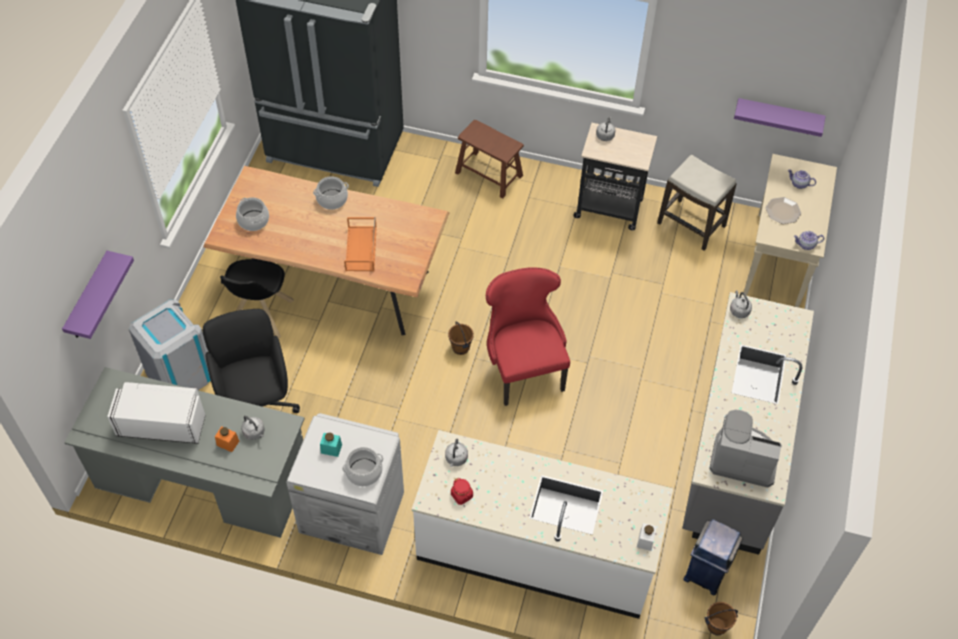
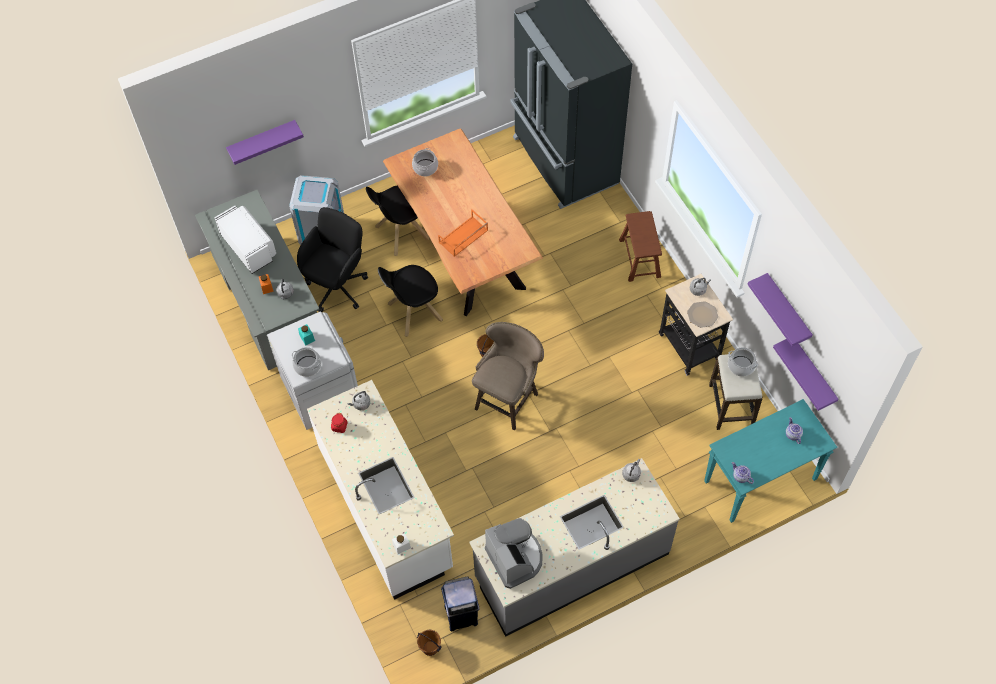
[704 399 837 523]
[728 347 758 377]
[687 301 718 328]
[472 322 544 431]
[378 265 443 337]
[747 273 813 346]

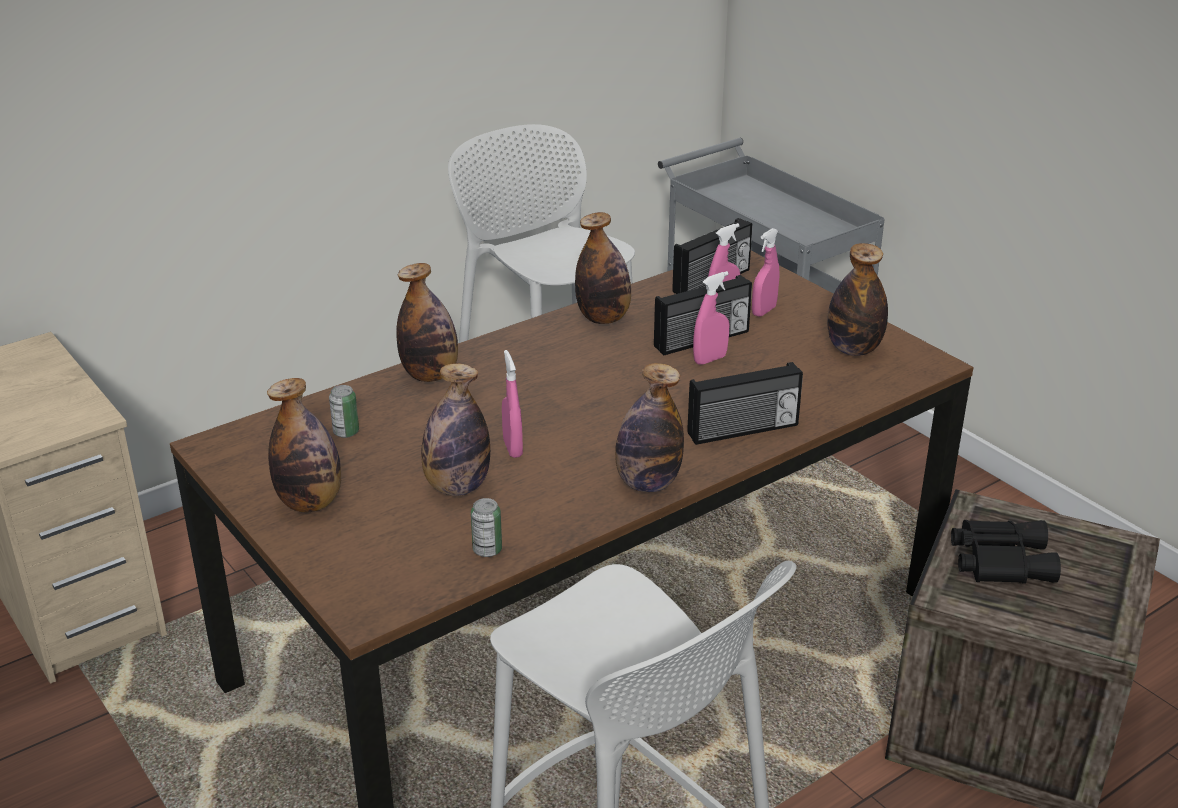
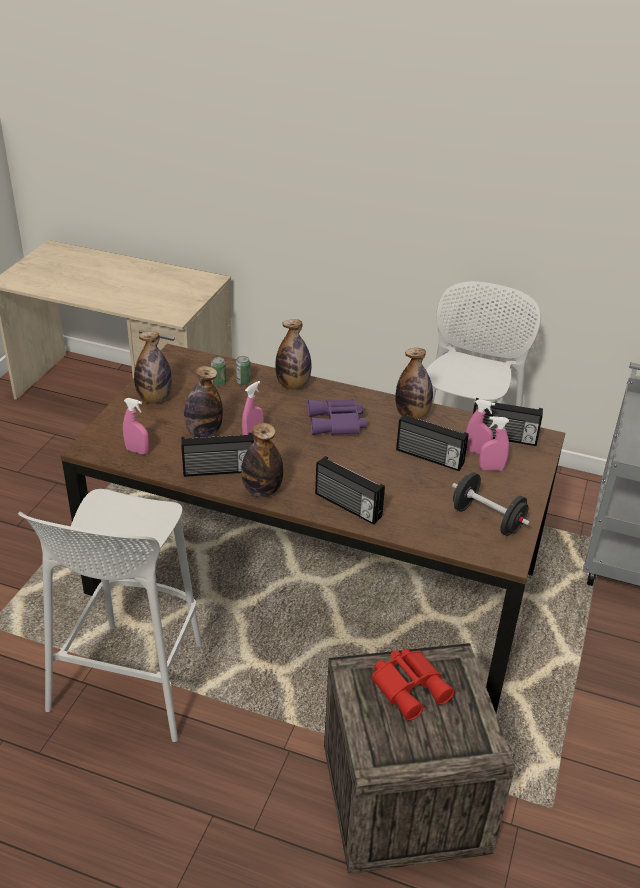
[452 472 530 536]
[123 398 149 454]
[236 356 251 385]
[372 648 455 721]
[308 399 367 435]
[181 433 254 477]

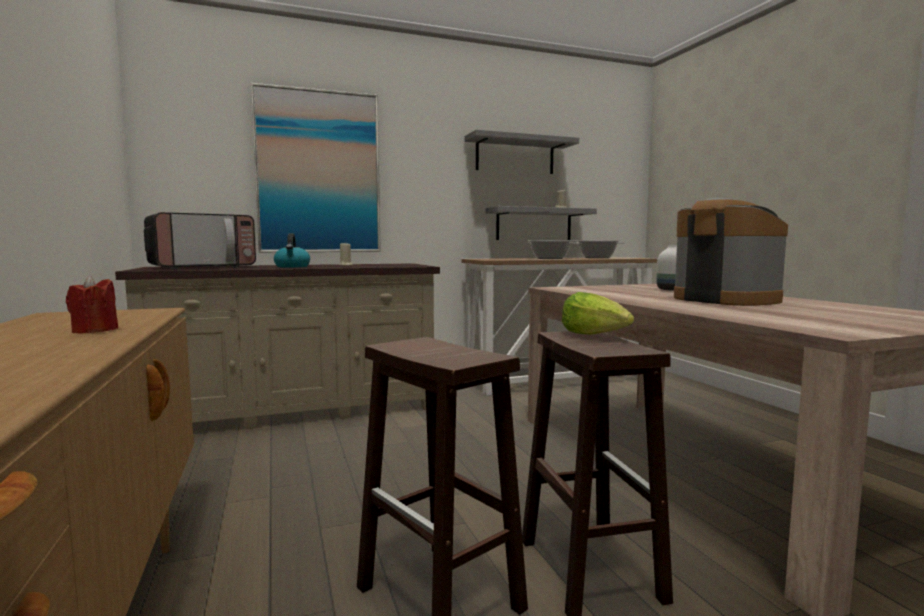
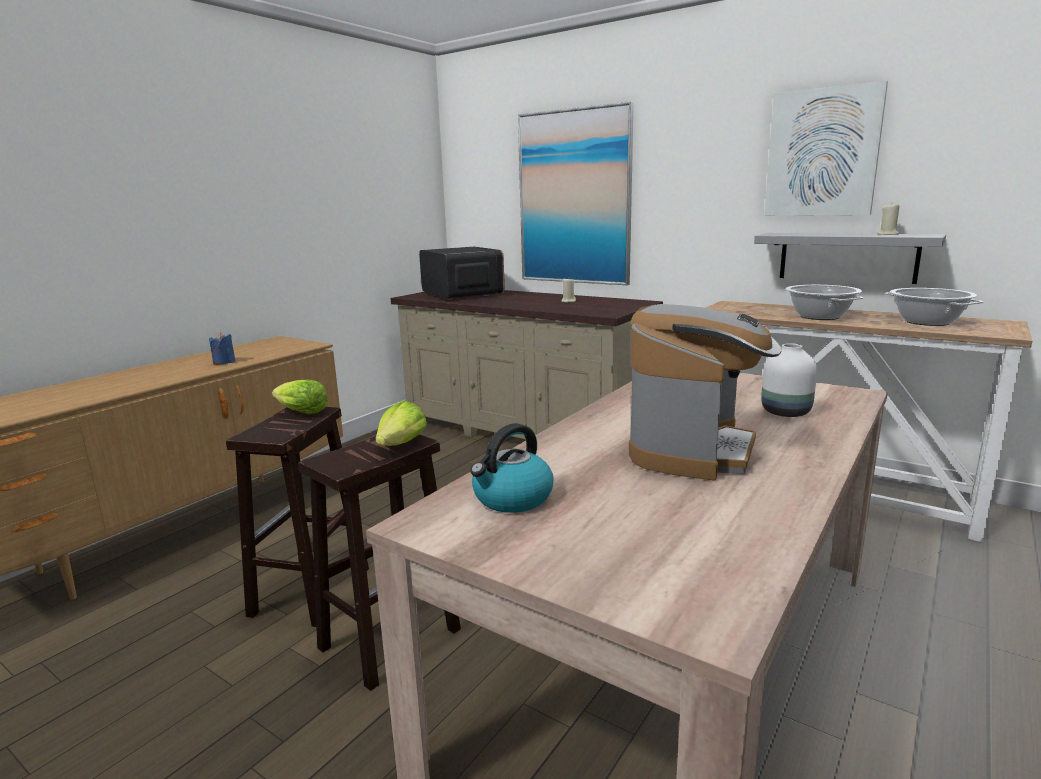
[764 81 888 216]
[419 247 505 300]
[470 423 554 513]
[209 332 235 364]
[272 380 328 414]

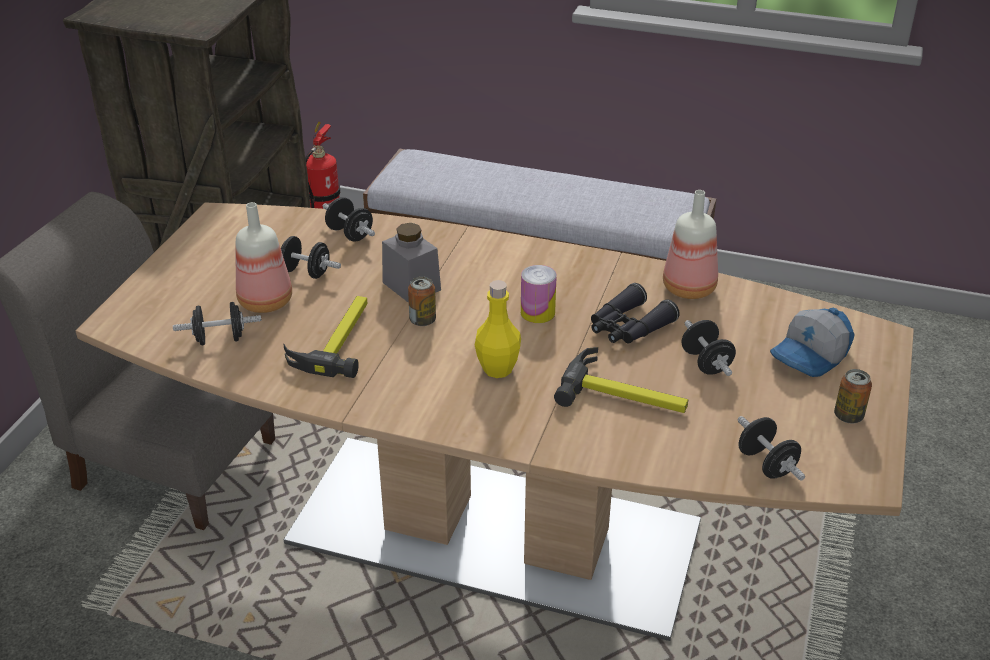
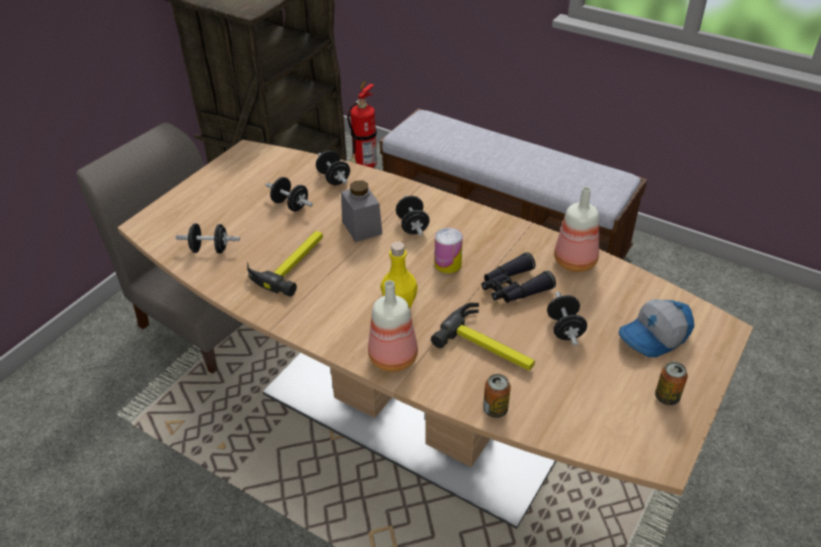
[368 280 418 372]
[483 374 511 418]
[396 195 430 236]

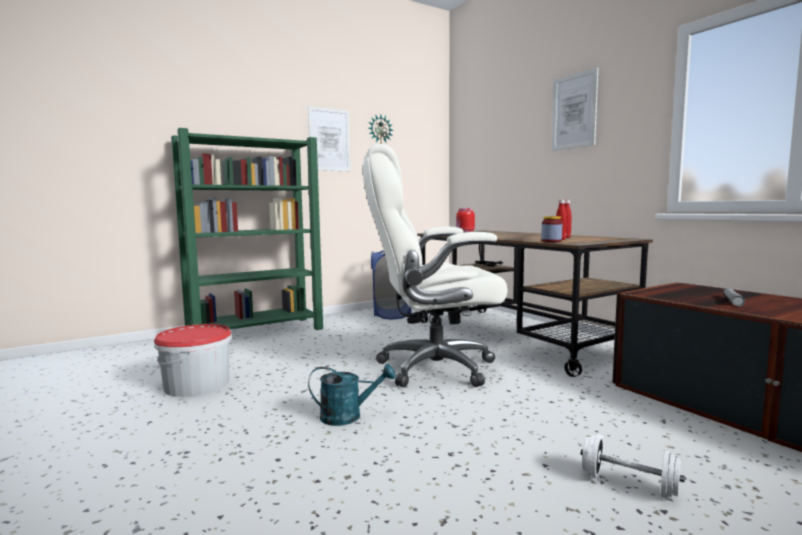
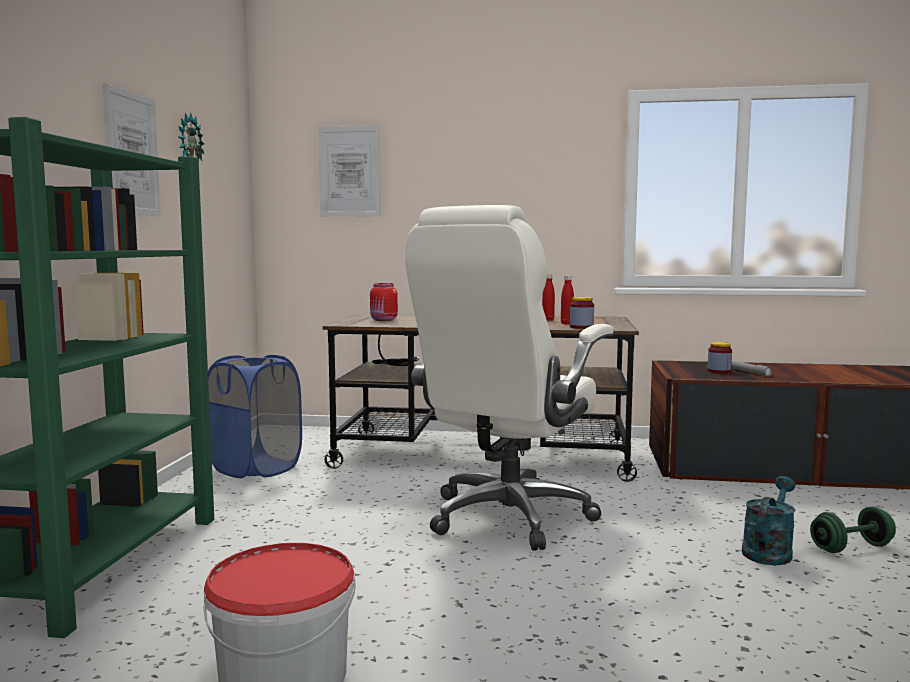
[318 126 381 216]
[742 476 796 565]
[810 507 896 553]
[708 342 732 373]

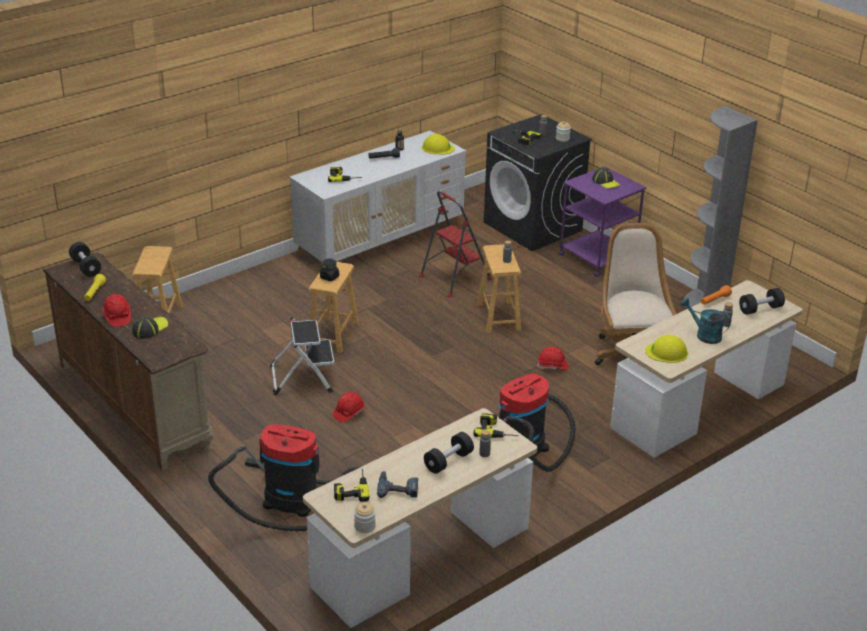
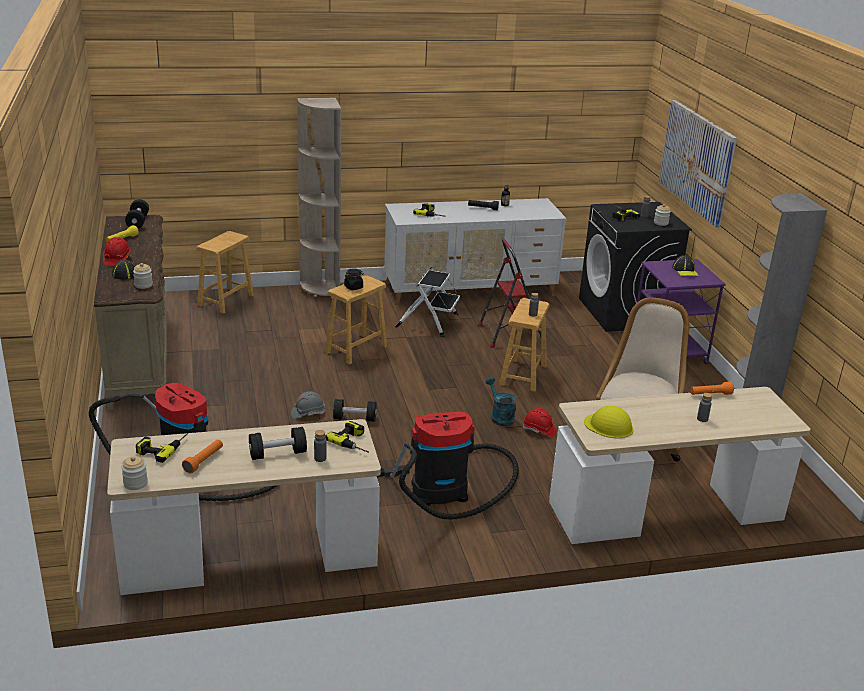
[422 134 455 154] (first image)
[333 399 377 422]
[486 377 517 426]
[395 267 460 337]
[291 391 325 419]
[182 440 223 474]
[297 98 341 298]
[659 100 737 227]
[133 263 153 289]

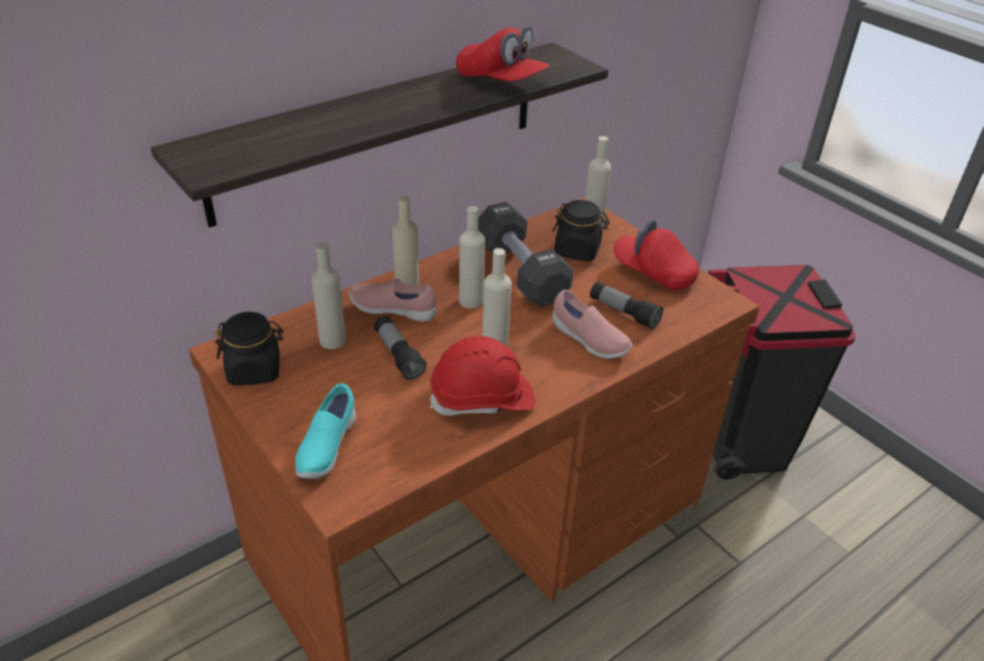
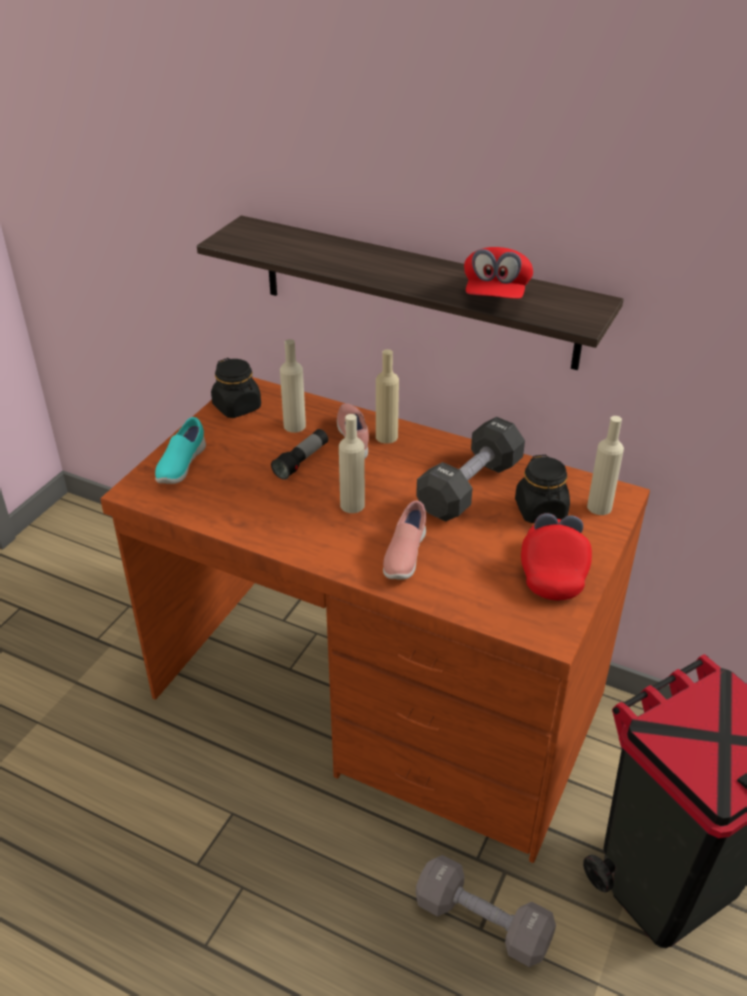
[459 206 485 308] (first image)
[590 282 663 329] (first image)
[430 336 535 416] (first image)
[155 417 206 484]
[416 855 556 967]

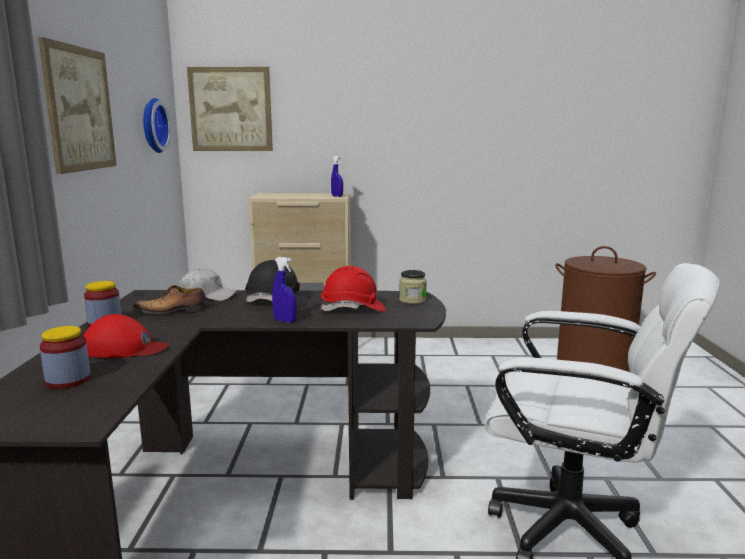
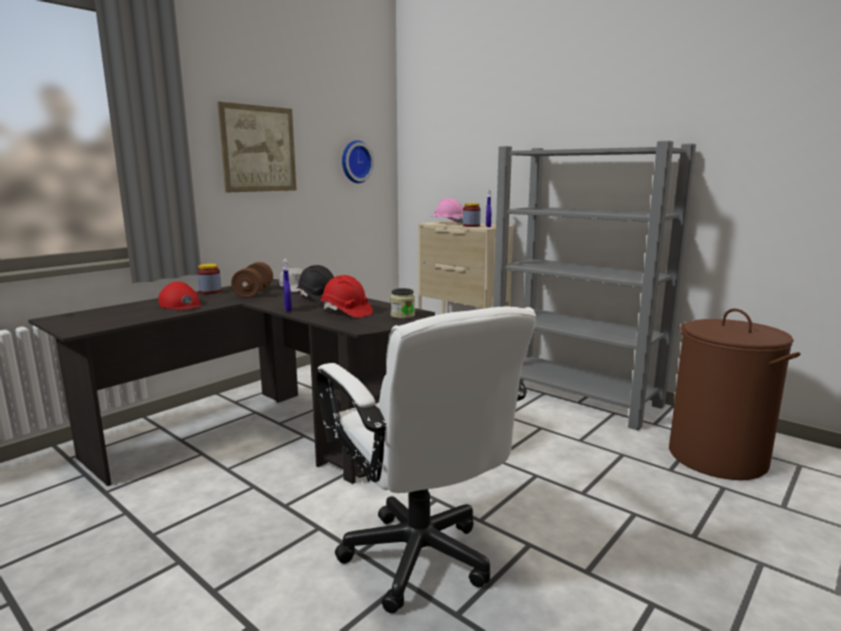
[187 67 273 151] (first image)
[231 262 273 298]
[463 203 481 227]
[493 141 696 430]
[431 198 463 225]

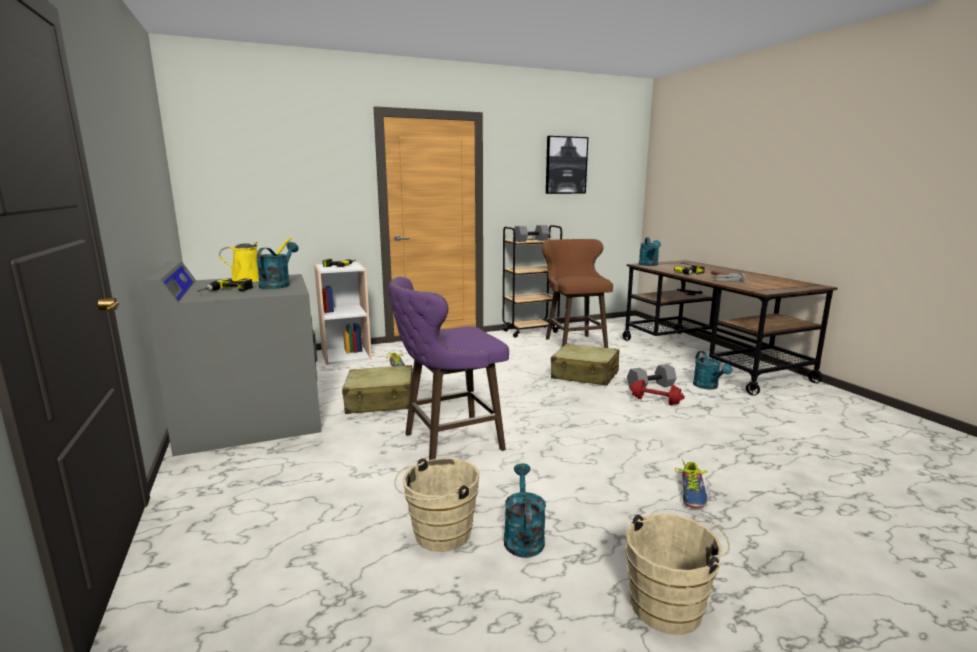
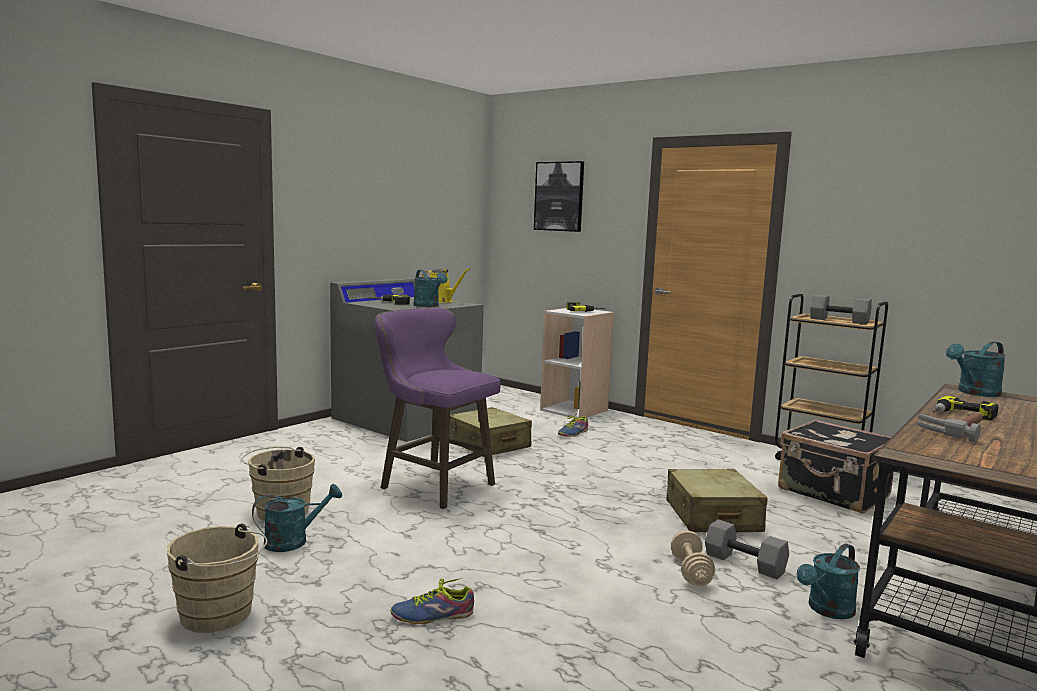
[534 161 584 232]
[778 419 894 514]
[414 270 447 307]
[671 530 715 586]

